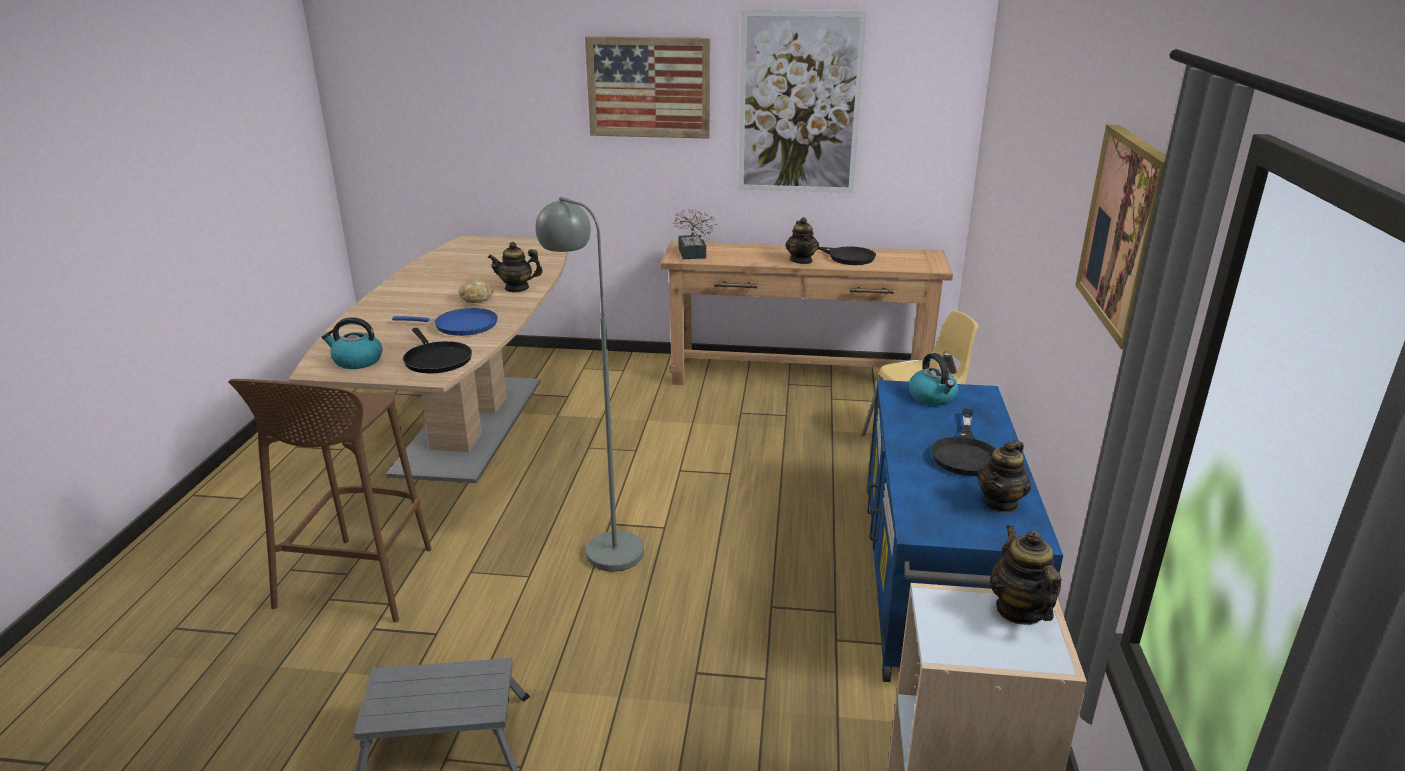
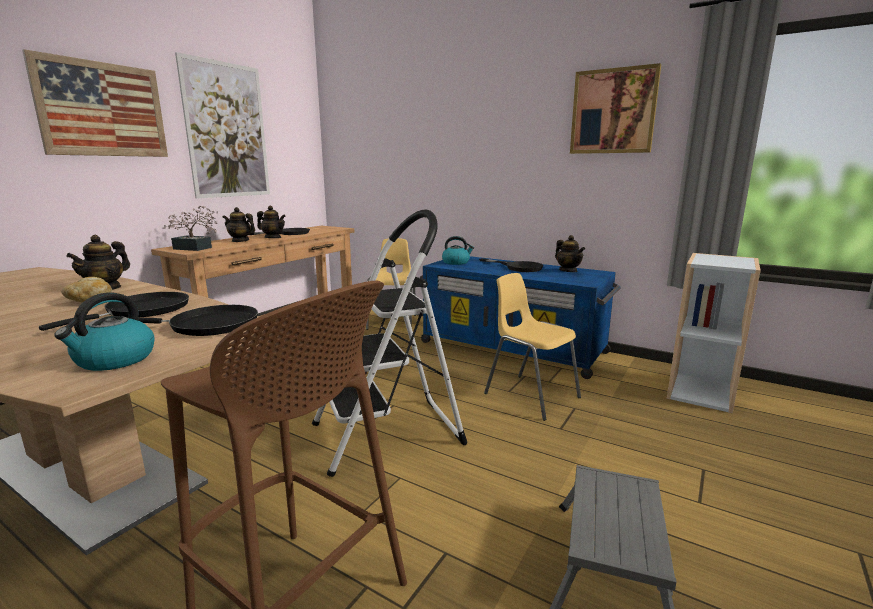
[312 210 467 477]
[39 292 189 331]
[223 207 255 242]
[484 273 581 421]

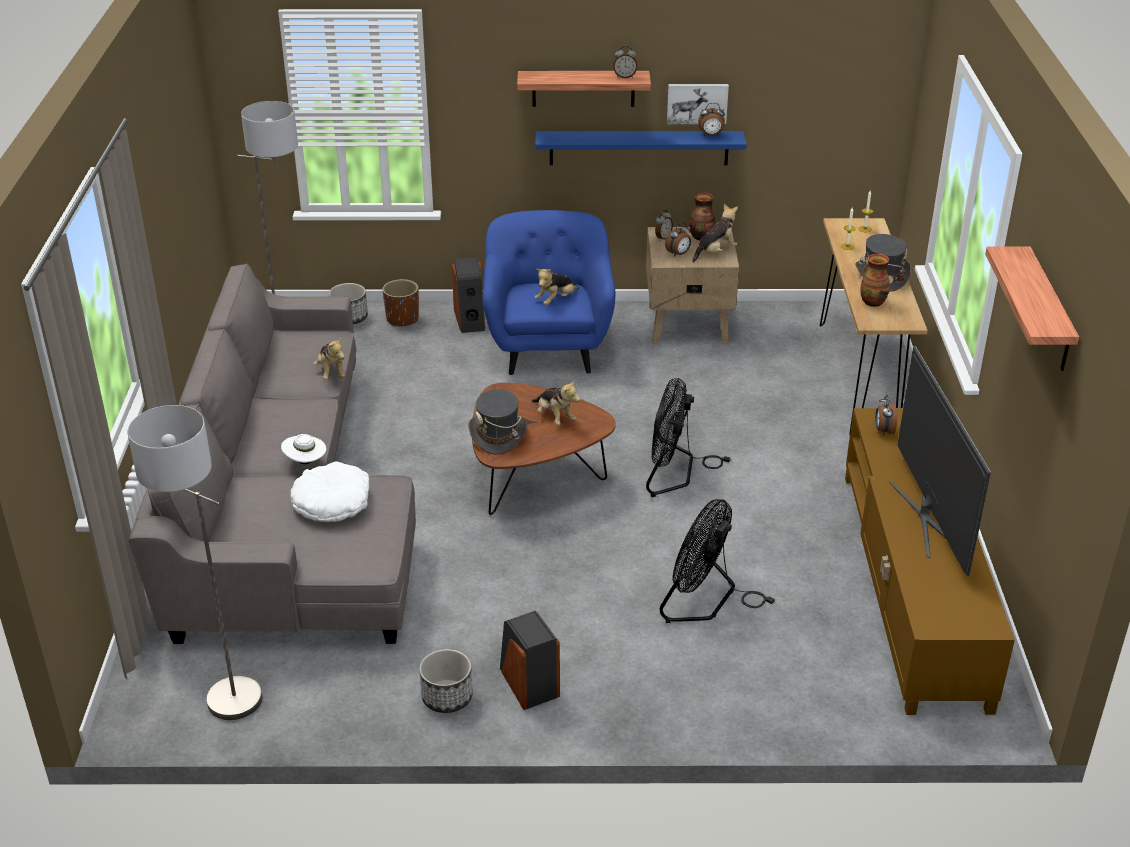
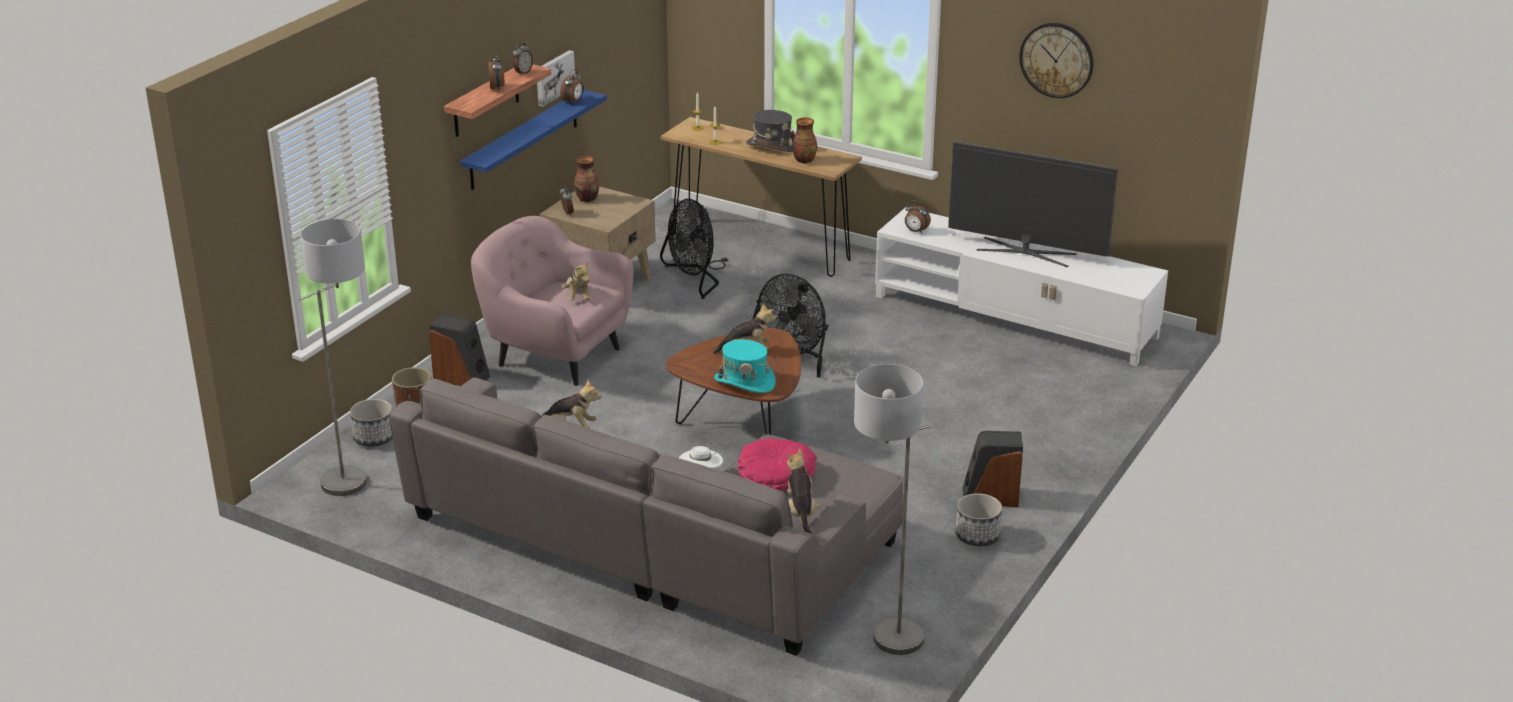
[787 449 821 534]
[471 216 633 386]
[488 54 505 91]
[1019 23 1094 98]
[714 339 776 393]
[875 207 1168 366]
[738 438 817 491]
[660 199 728 299]

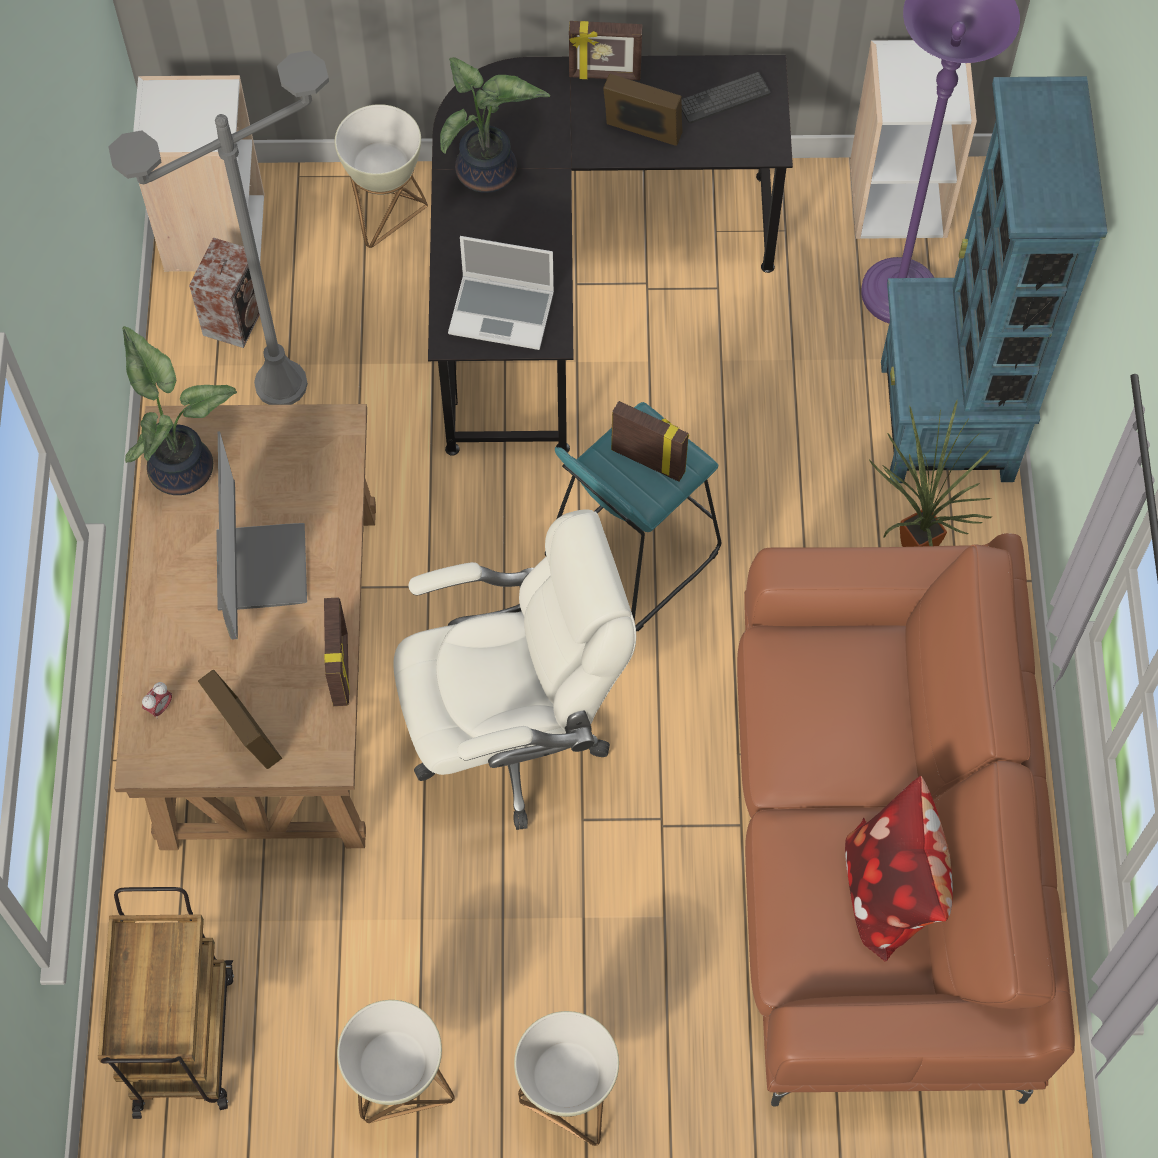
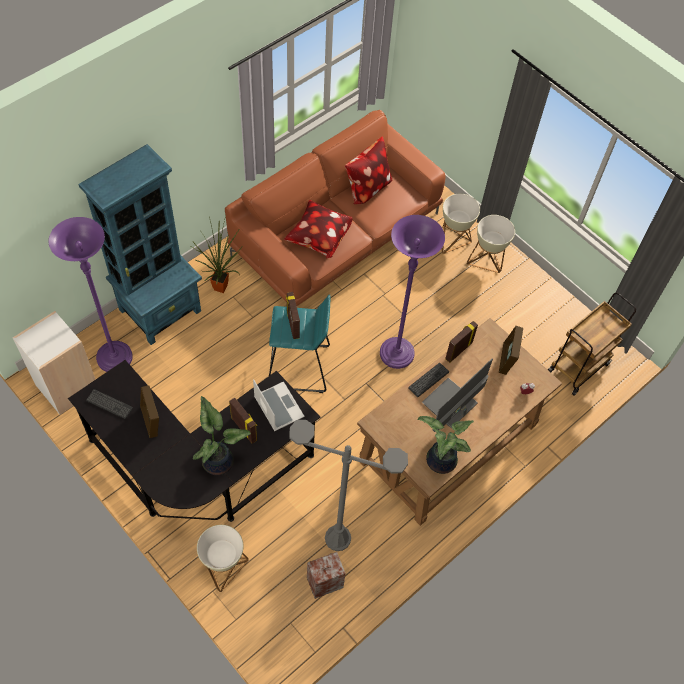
[229 398 257 444]
[133 75 265 271] (first image)
[380 215 445 369]
[442 194 480 254]
[284 200 353 259]
[408 363 449 397]

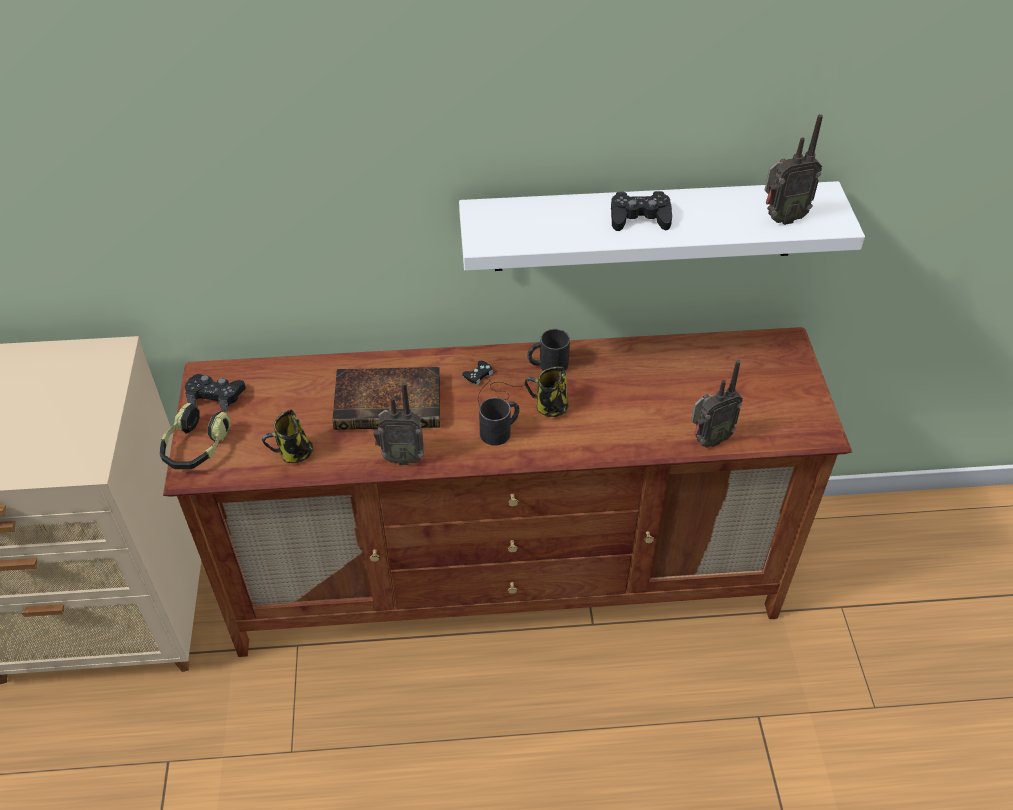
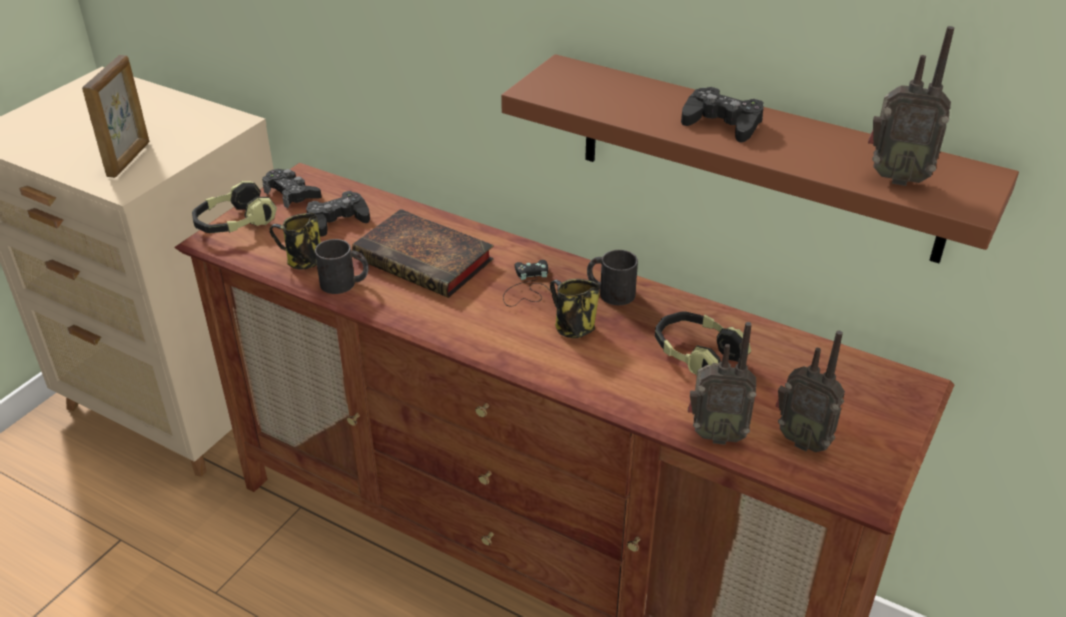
[501 54 1019 263]
[775 331 845 452]
[315 239 369 294]
[82 55 150 178]
[306 191 370 237]
[655 312 751 376]

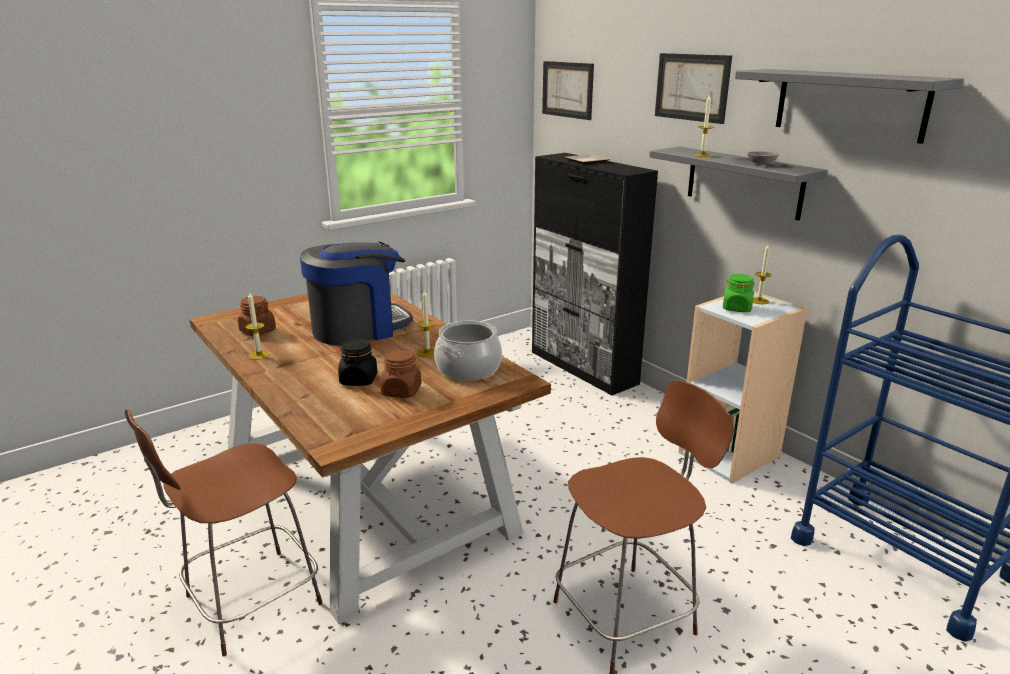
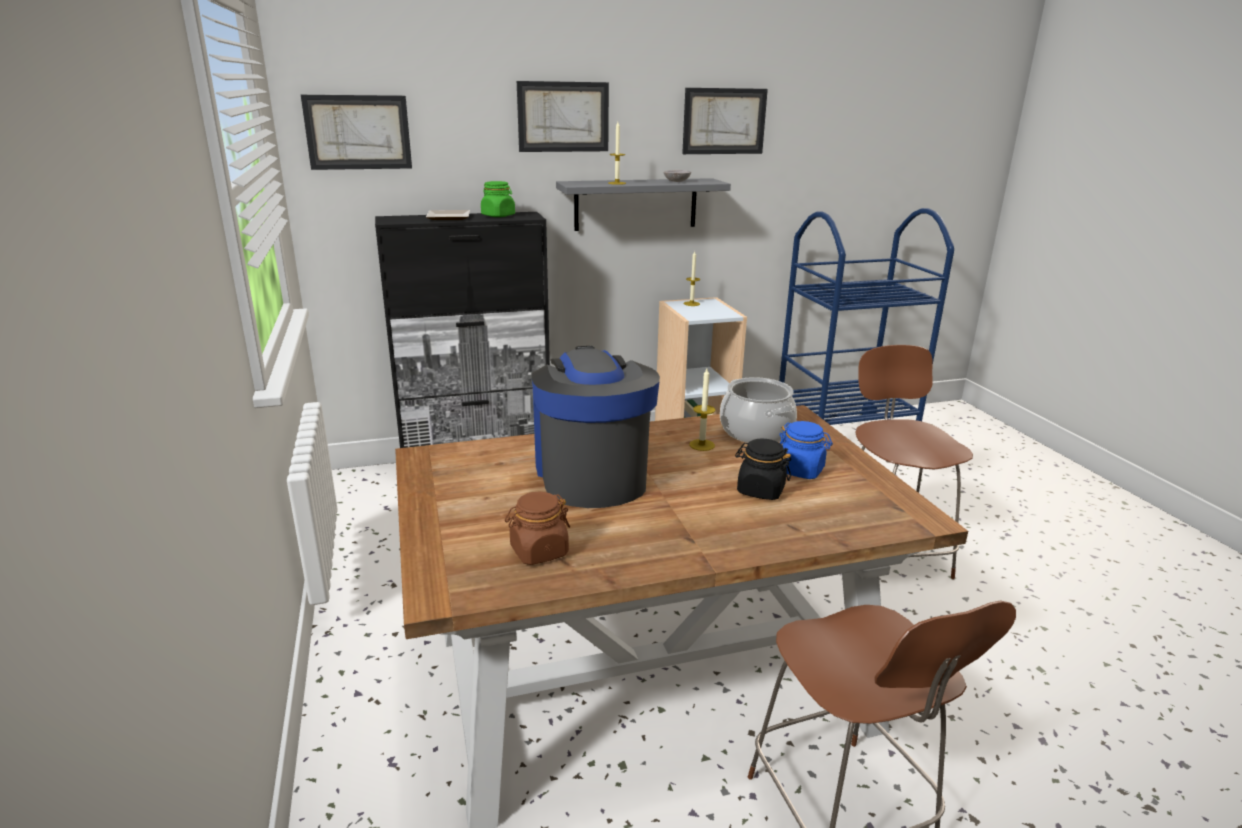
[682 88 768 154]
[481 181 515 217]
[245 292 270 360] (first image)
[780 421 833 479]

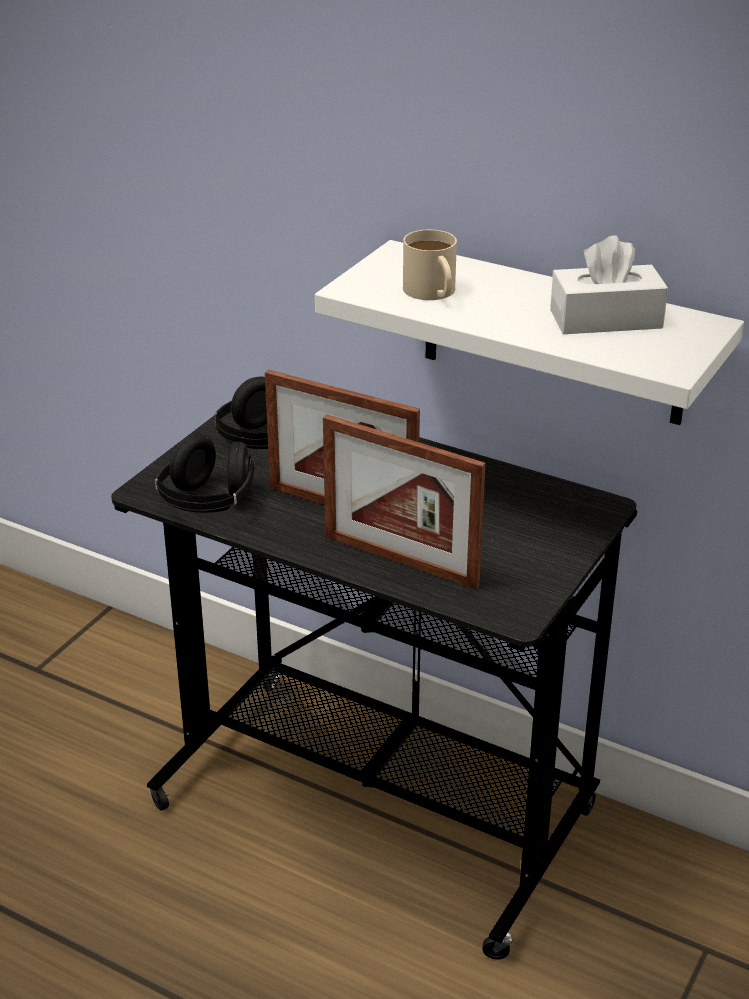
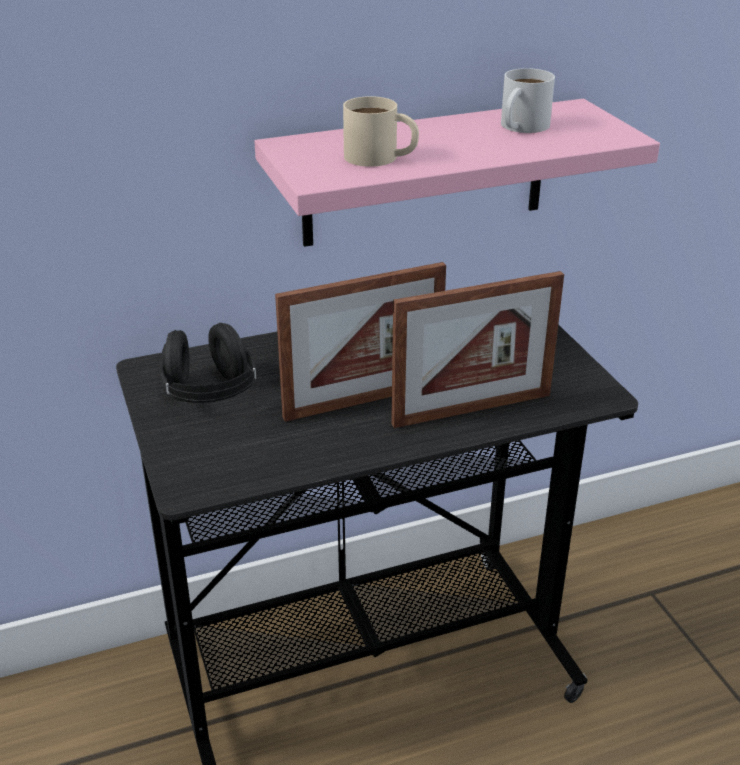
[501 68 555 133]
[254 99 660 247]
[155 434 254 513] (first image)

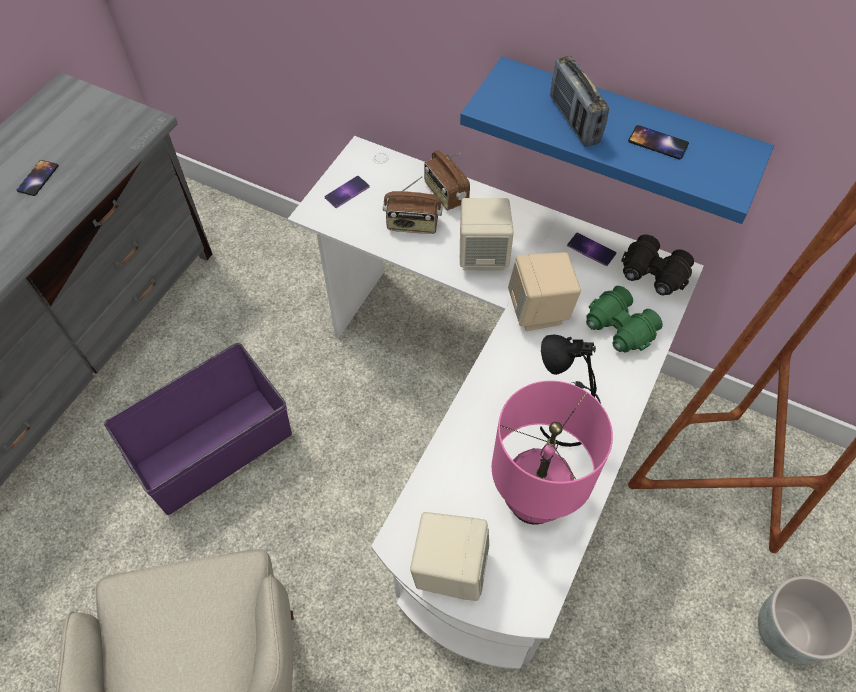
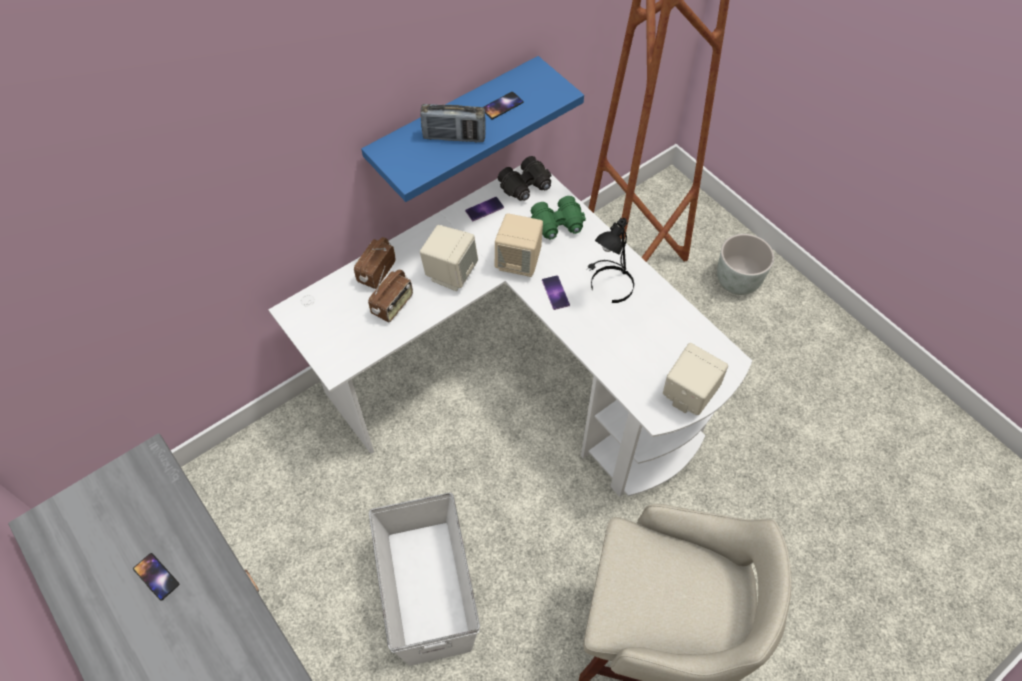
[354 237 396 289]
[542 275 570 310]
[369 493 480 666]
[492 381 613 525] (first image)

